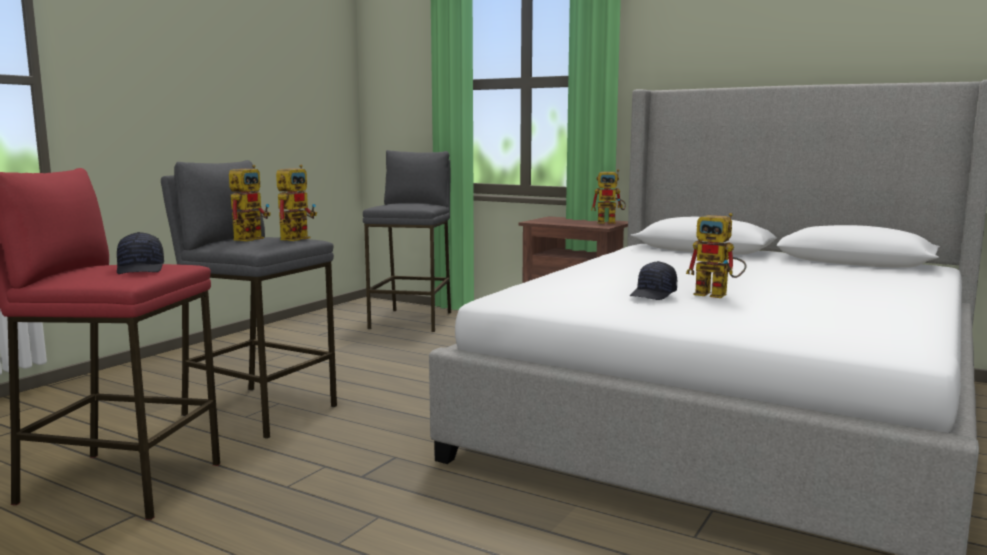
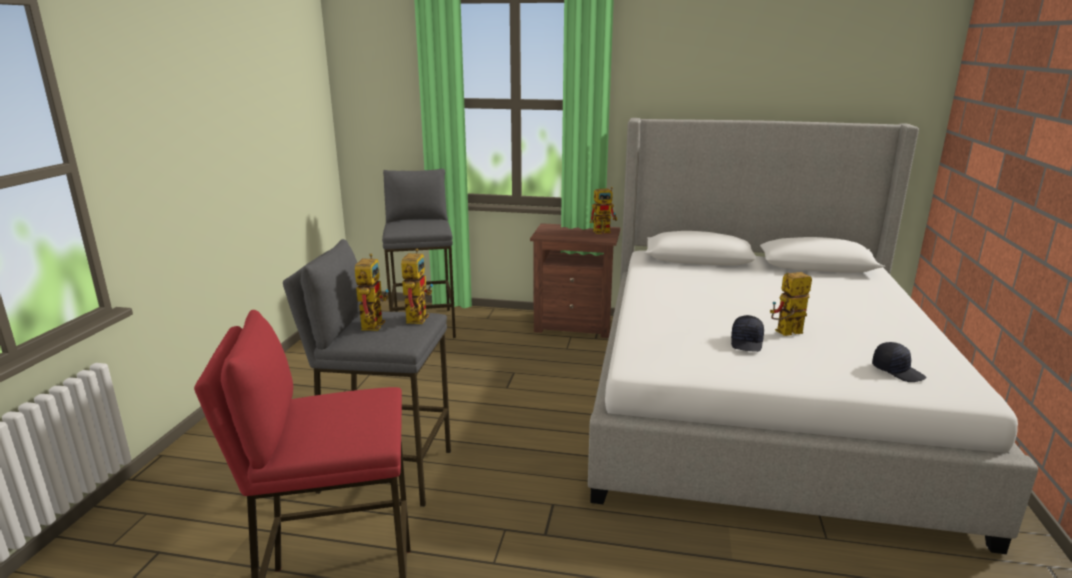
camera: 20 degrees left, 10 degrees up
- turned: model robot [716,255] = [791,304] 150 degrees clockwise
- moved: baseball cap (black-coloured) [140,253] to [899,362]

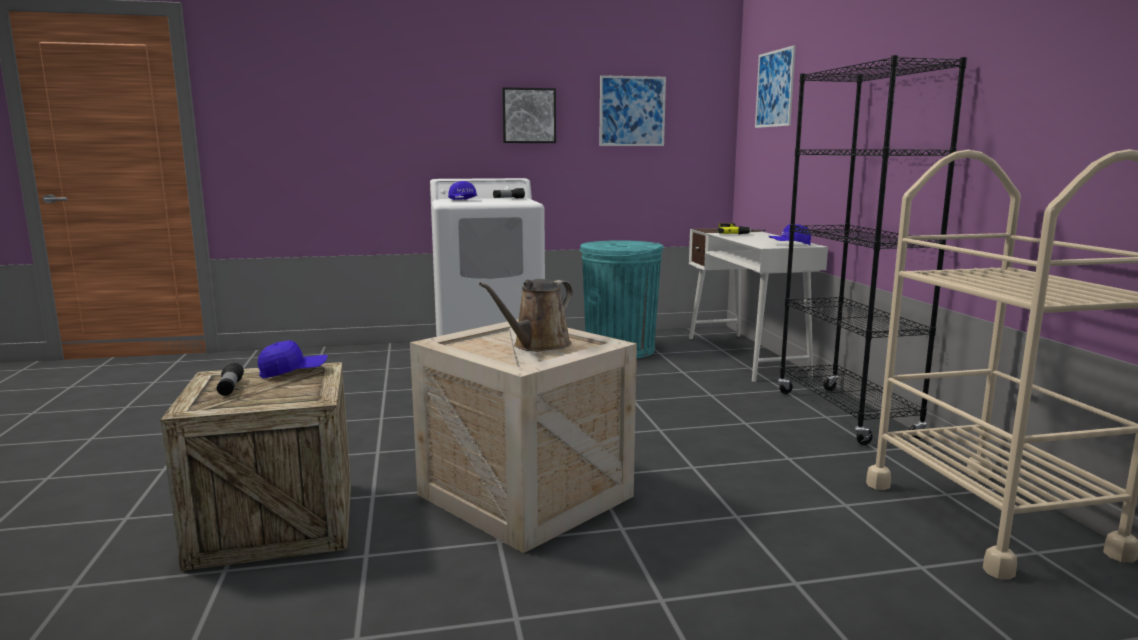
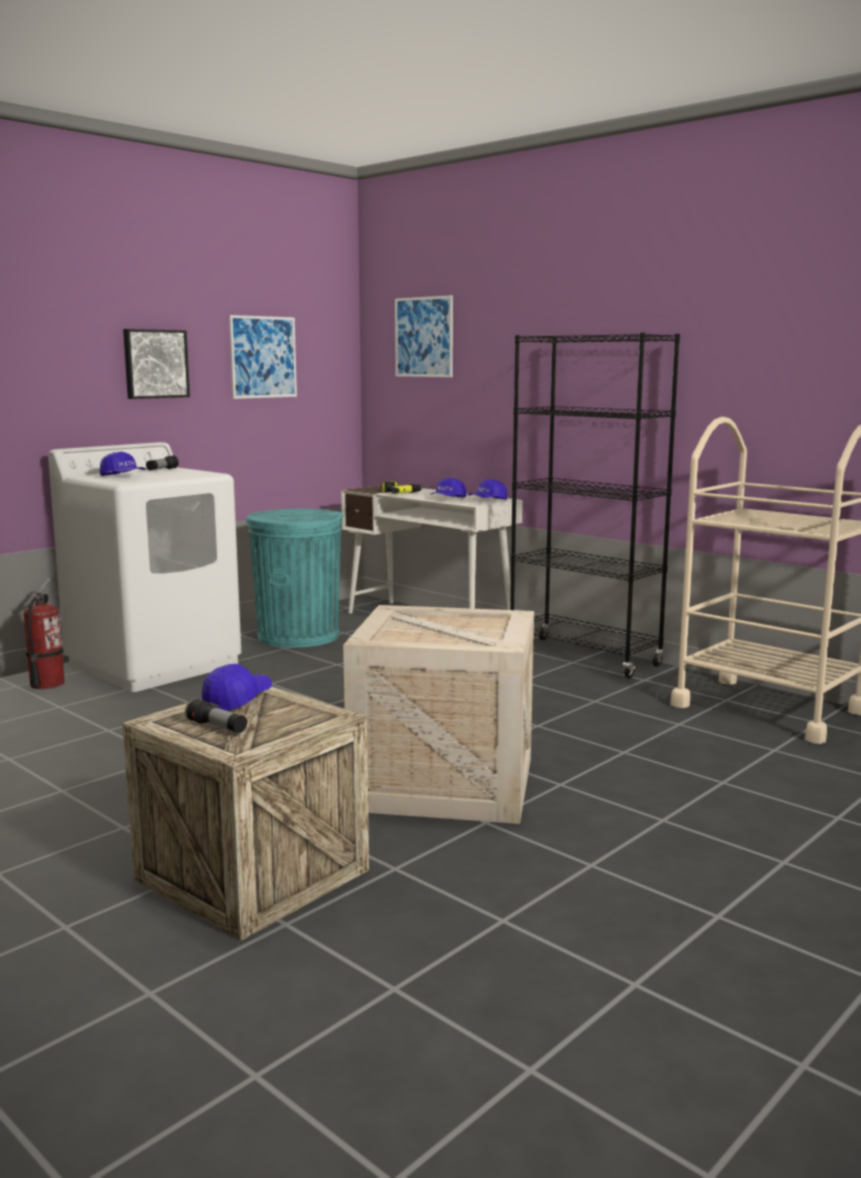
camera: 35 degrees left, 0 degrees up
- removed: watering pot (brown-coloured) [526,315]
- added: baseball cap (blue) [448,488]
- added: fire-fighting cylinder [44,633]

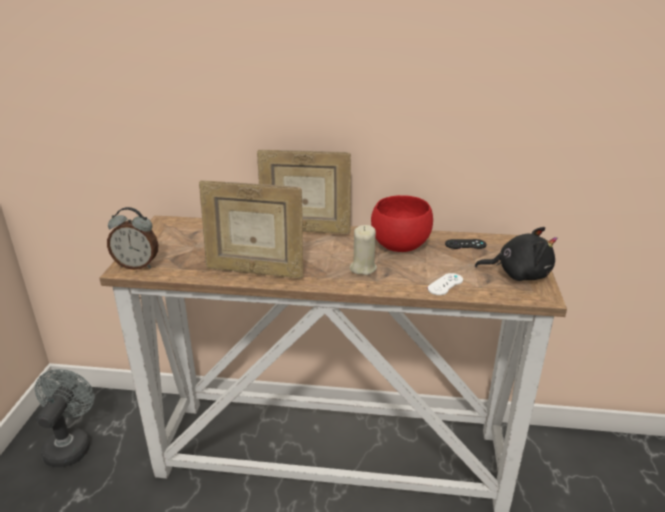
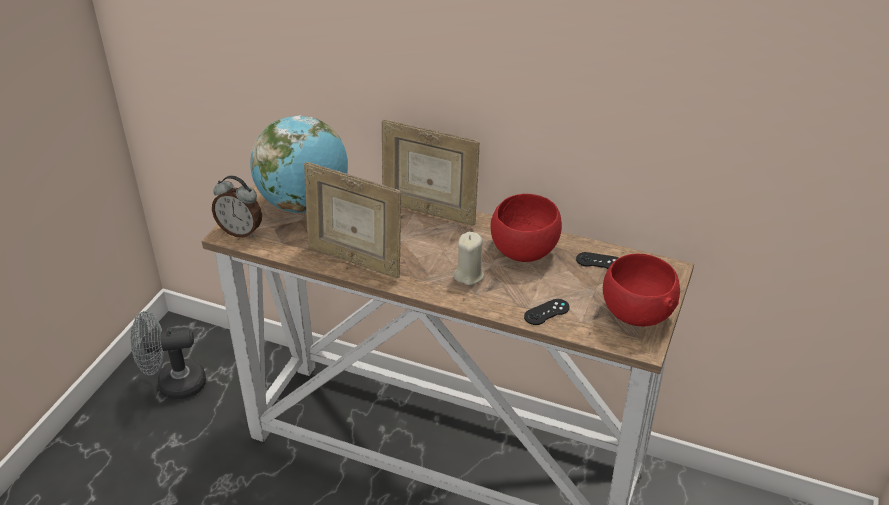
camera: 15 degrees right, 10 degrees up
- replaced: soft toy (black-coloured) [516,254] to deep dish (red-coloured) [641,290]
- recoloured: game controller (white-coloured) [445,284] to game controller (black-coloured) [547,312]
- turned: fan (gray) [65,418] = [168,355] 120 degrees counterclockwise
- added: world globe [299,164]

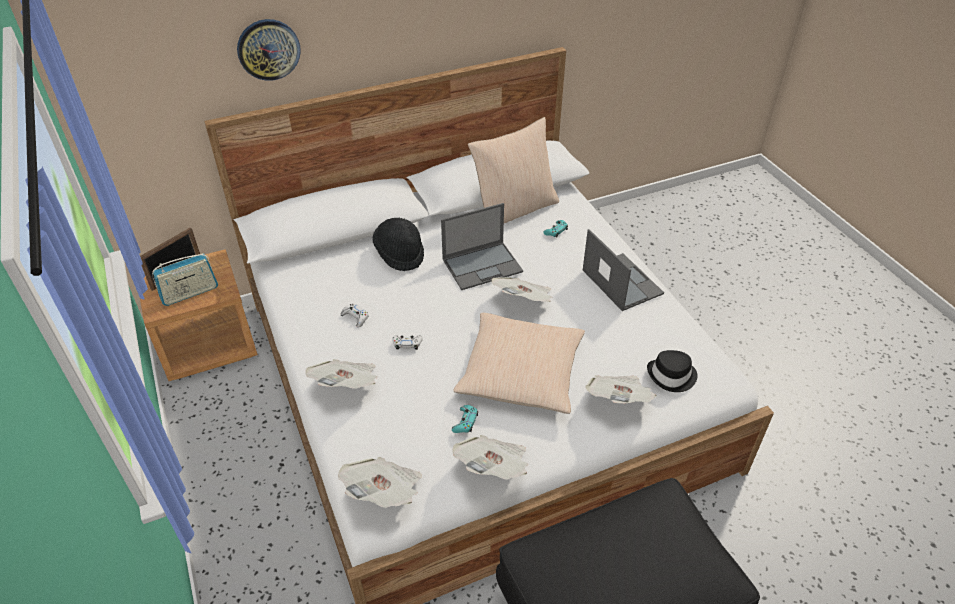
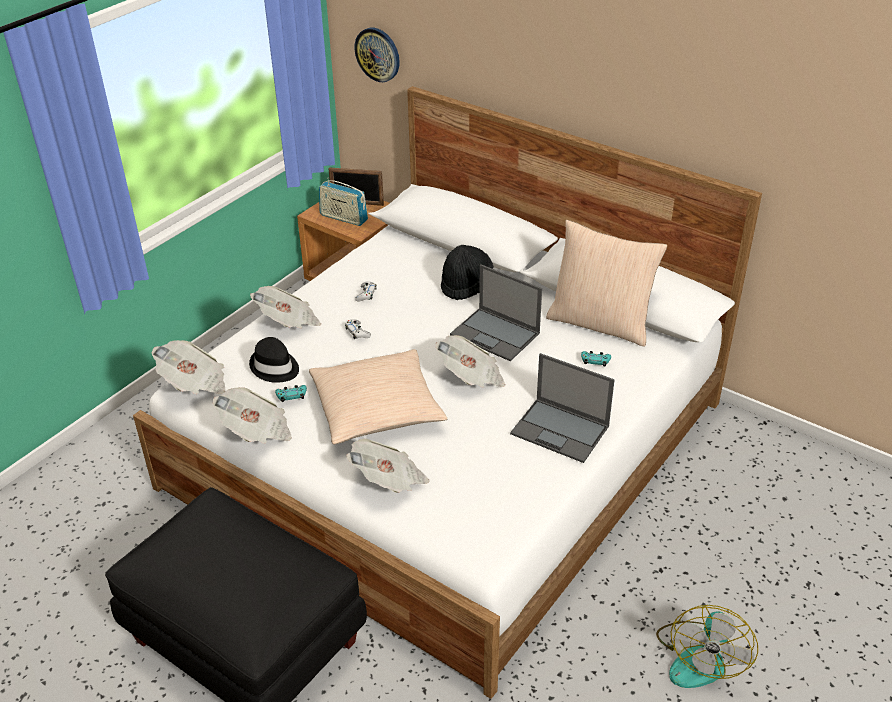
camera: 60 degrees right, 5 degrees down
- moved: wall clock [269,50] to [377,55]
- turned: portable computer [623,270] = [562,408] 90 degrees clockwise
- moved: hat (black-coloured) [672,371] to [274,360]
- added: fan [707,646]

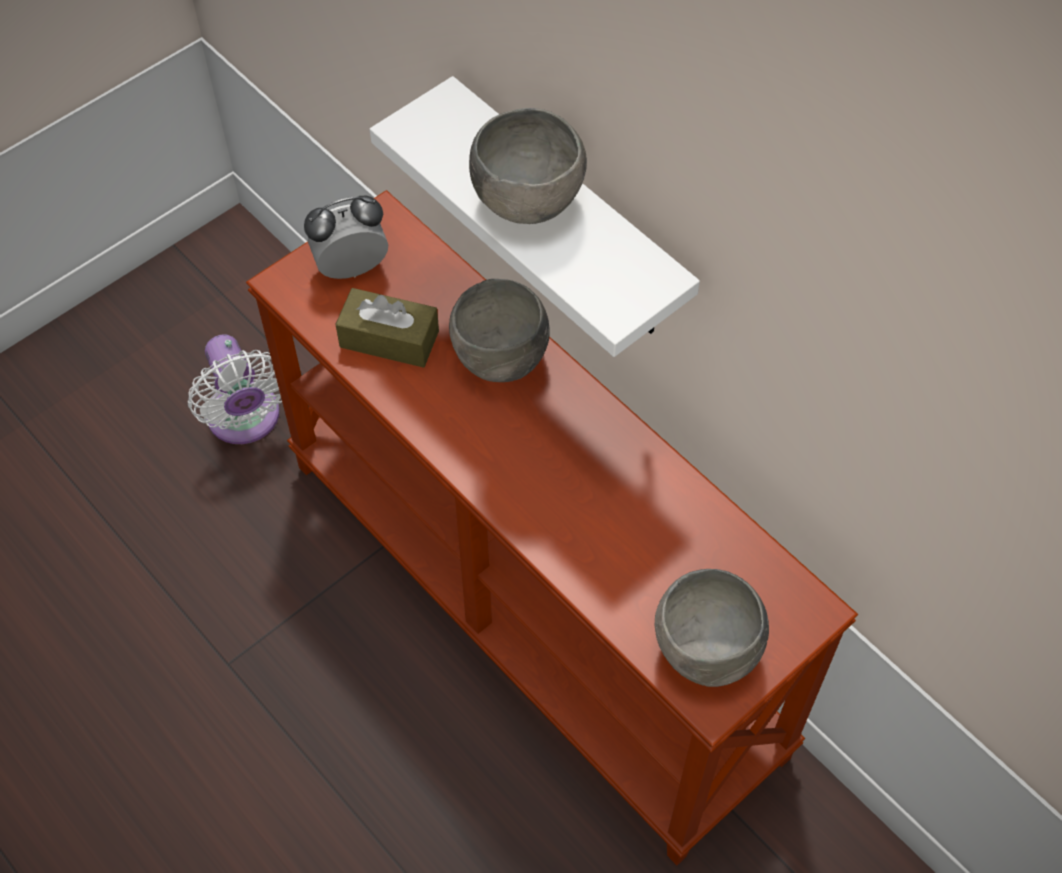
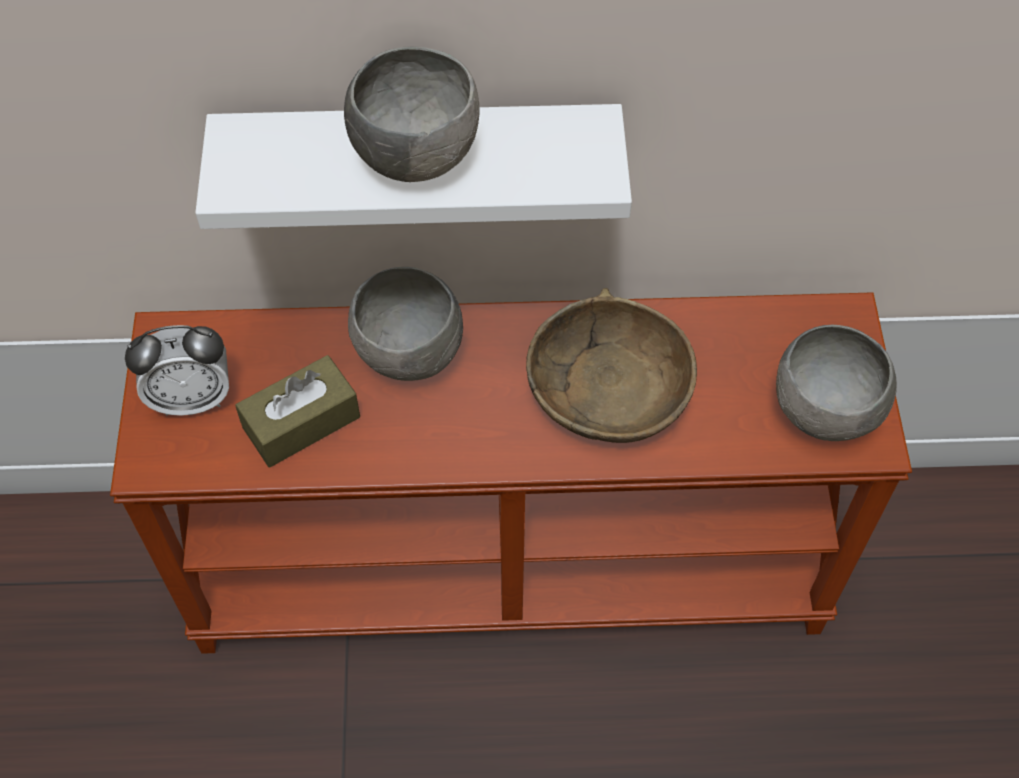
camera: 50 degrees left, 0 degrees up
- turned: bedside clock [346,237] = [177,370] 120 degrees counterclockwise
- removed: fan (white-coloured) [235,389]
- added: deep dish (brown-coloured) [611,365]

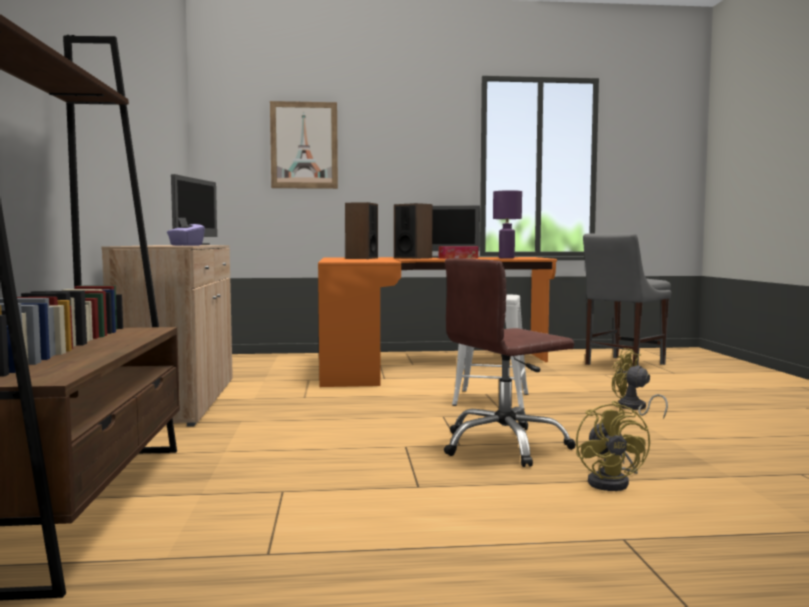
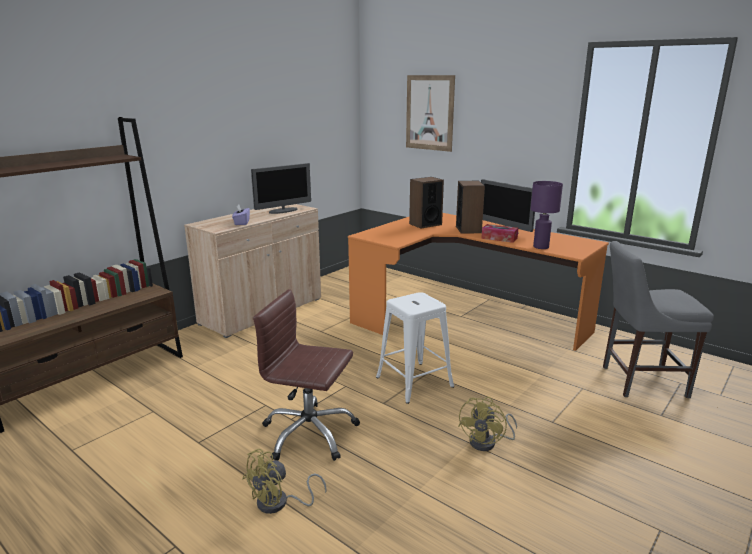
camera: 45 degrees right, 15 degrees up
- turned: fan (yellow-coloured) [640,383] = [487,424] 150 degrees counterclockwise

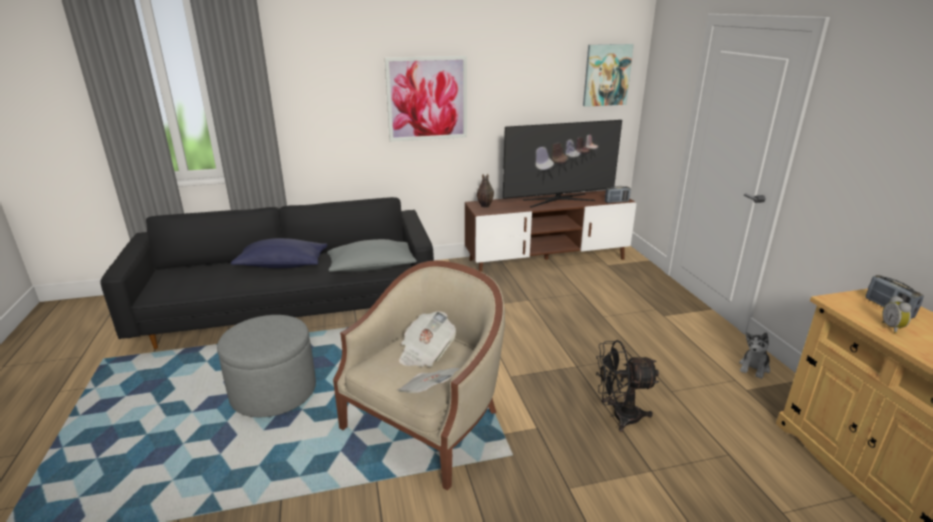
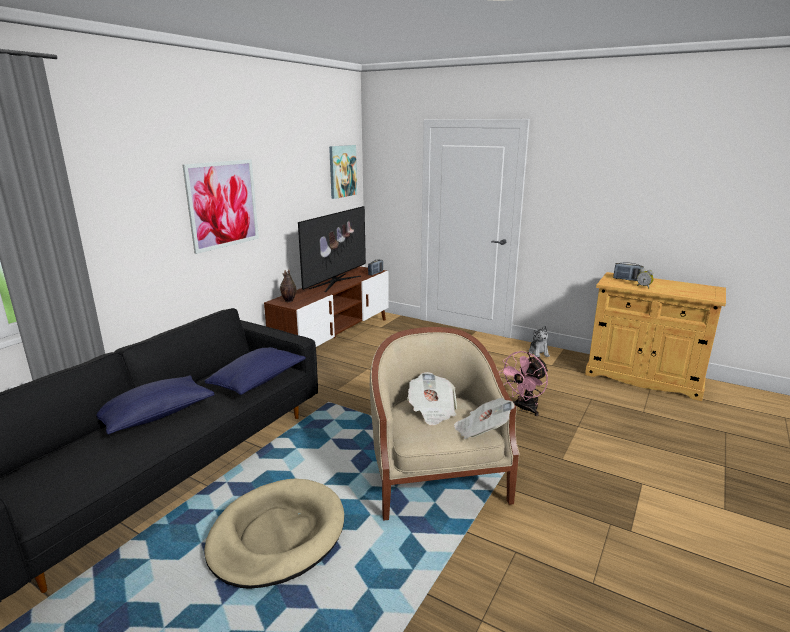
camera: 45 degrees left, 5 degrees down
- recoloured: pillow (gray) [372,255] to pillow (blue) [255,371]
- replaced: ottoman (gray) [266,366] to dog bed (beige-coloured) [274,534]
- recoloured: fan (black-coloured) [627,386] to fan (pink) [523,383]

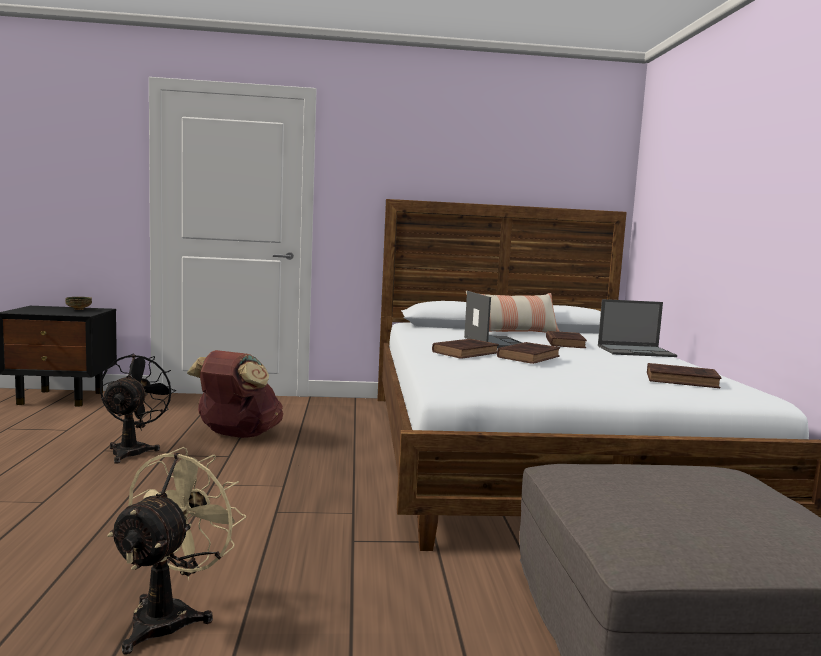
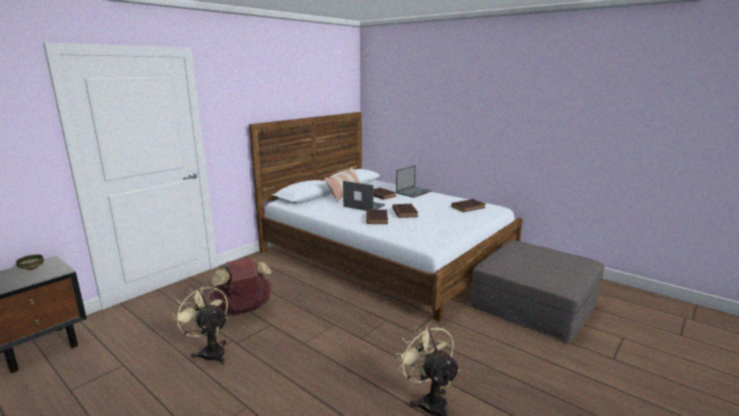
camera: 45 degrees left, 10 degrees up
- recoloured: fan (black-coloured) [138,409] to fan (beige-coloured) [200,323]

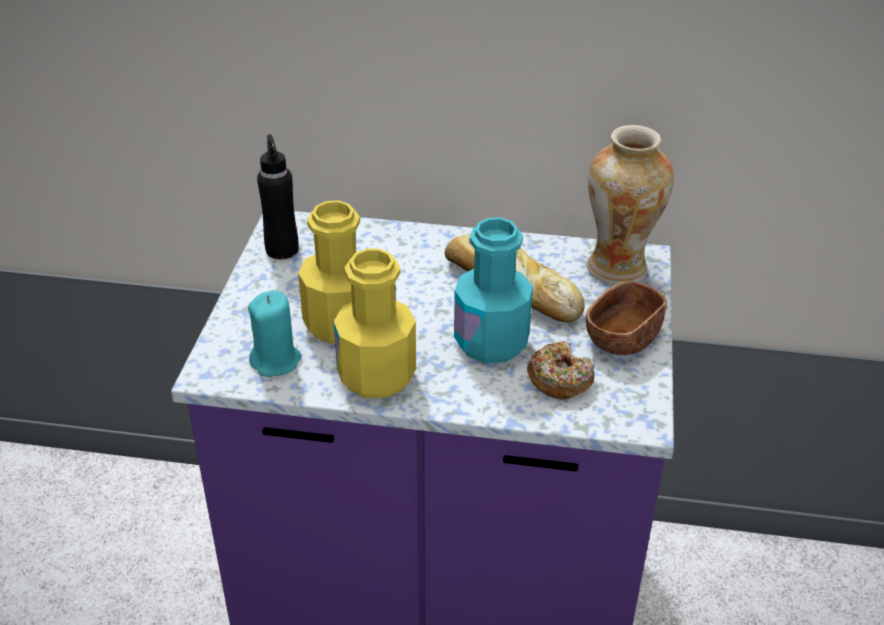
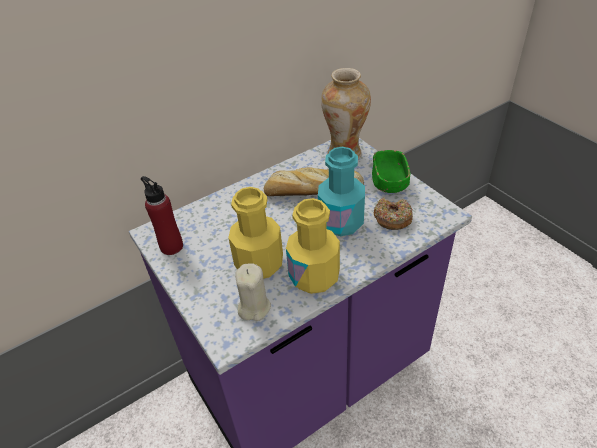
camera: 40 degrees left, 5 degrees up
- recoloured: bottle (black-coloured) [278,197] to bottle (red-coloured) [162,215]
- recoloured: deep dish (brown-coloured) [626,318] to deep dish (greenish) [391,171]
- recoloured: wax light (turquoise) [275,333] to wax light (beige-coloured) [253,292]

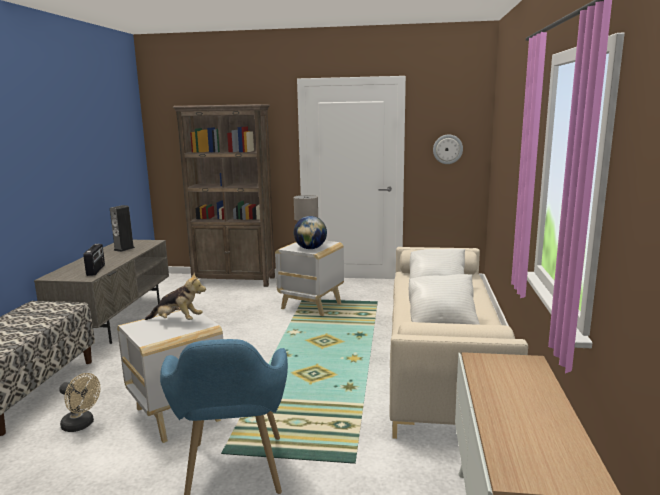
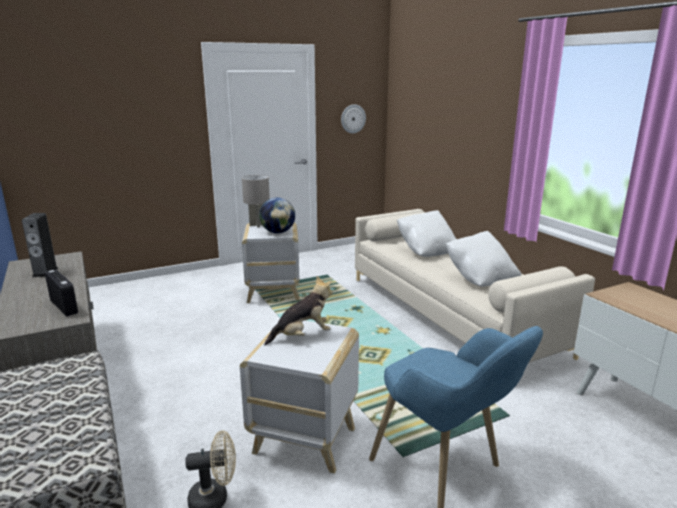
camera: 35 degrees left, 5 degrees up
- removed: bookshelf (brown-coloured) [224,195]

